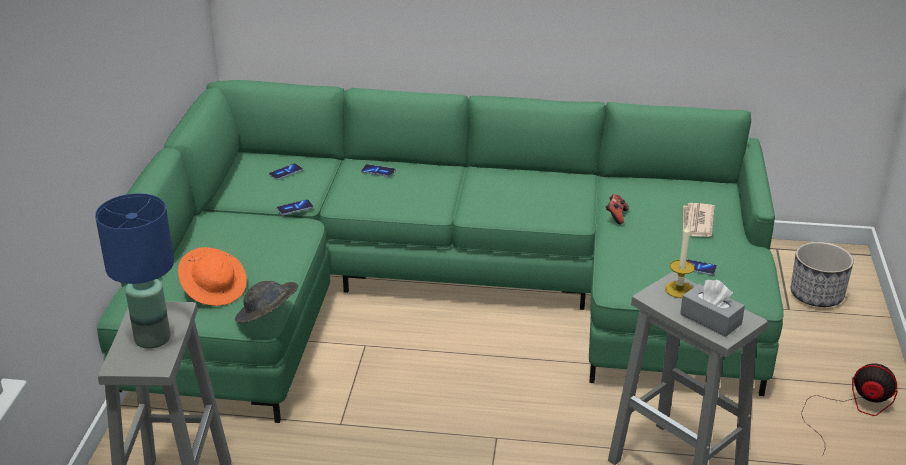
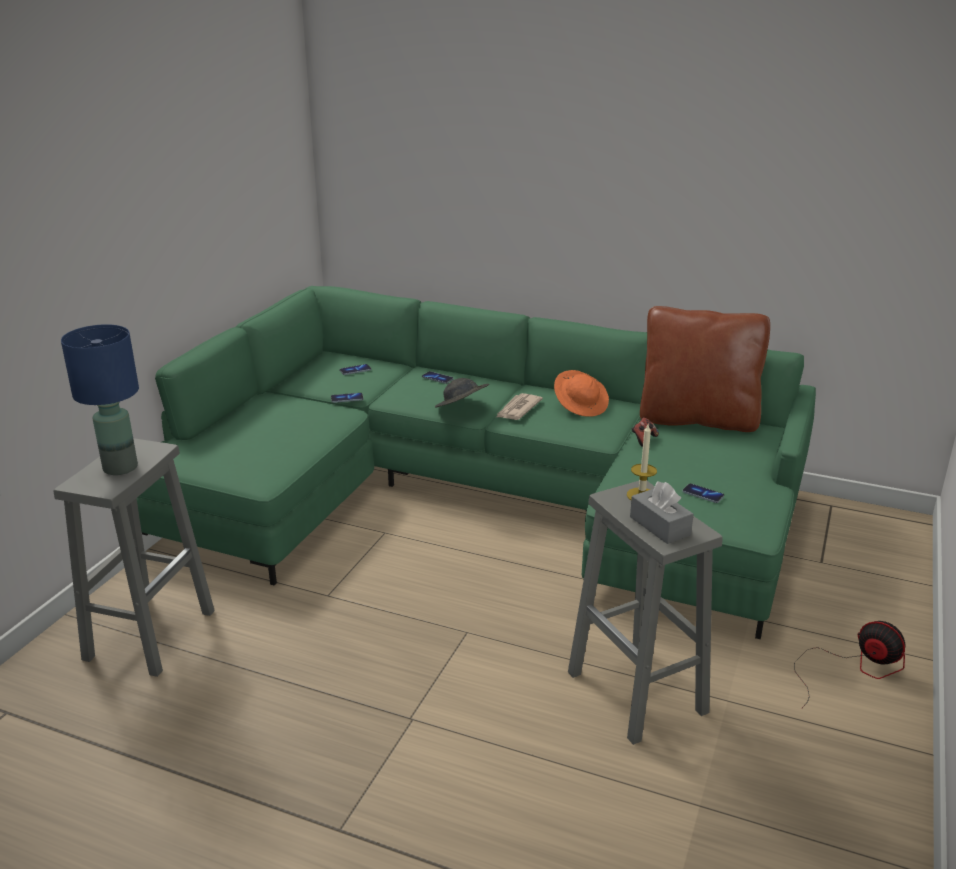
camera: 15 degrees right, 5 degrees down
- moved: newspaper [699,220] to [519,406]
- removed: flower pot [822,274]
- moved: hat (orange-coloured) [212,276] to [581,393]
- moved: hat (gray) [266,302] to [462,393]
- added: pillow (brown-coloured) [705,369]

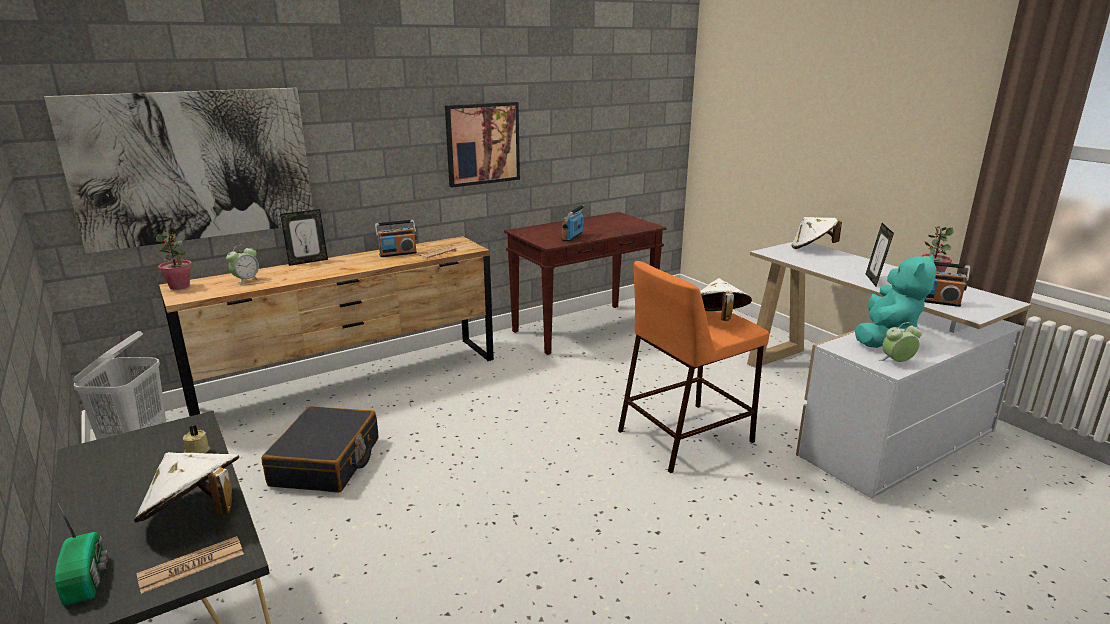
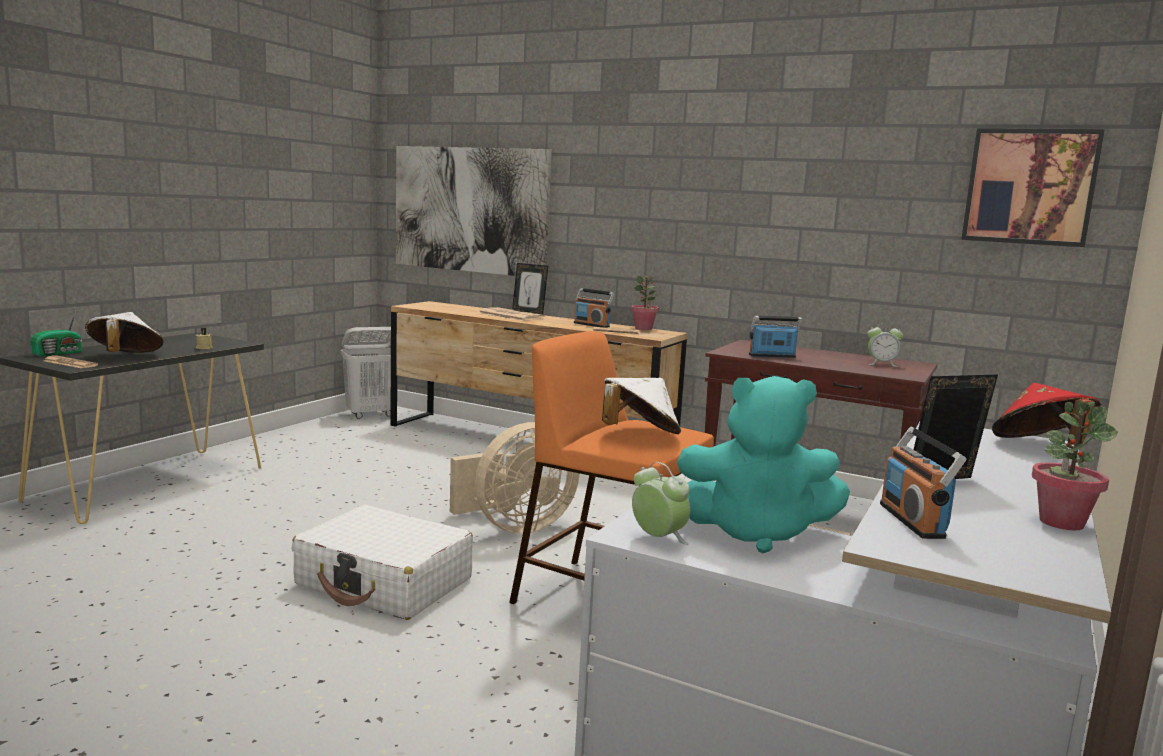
camera: 60 degrees right, 10 degrees down
- moved: wall picture [482,145] to [1033,187]
- recoloured: hat (white-coloured) [816,233] to hat (red-coloured) [1046,414]
- moved: plant in a pot [174,261] to [645,303]
- moved: bedside clock [243,265] to [885,344]
- removed: suitcase (black-coloured) [320,449]
- added: newspaper [511,314]
- added: fan (beige-coloured) [515,478]
- added: suitcase (white-coloured) [382,562]

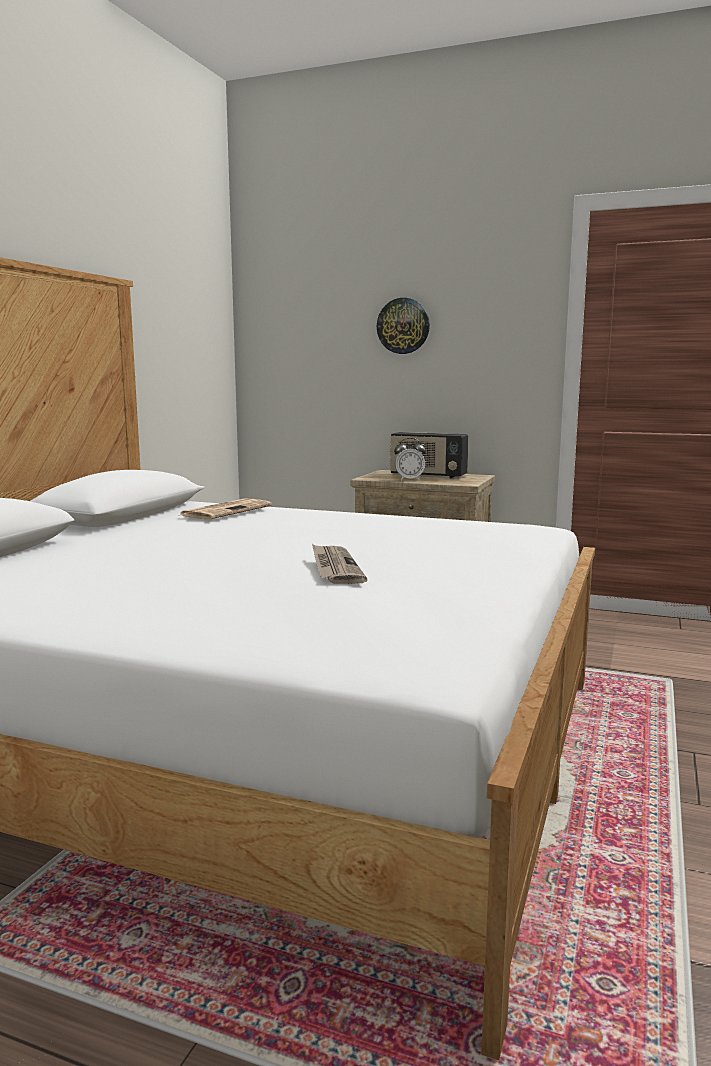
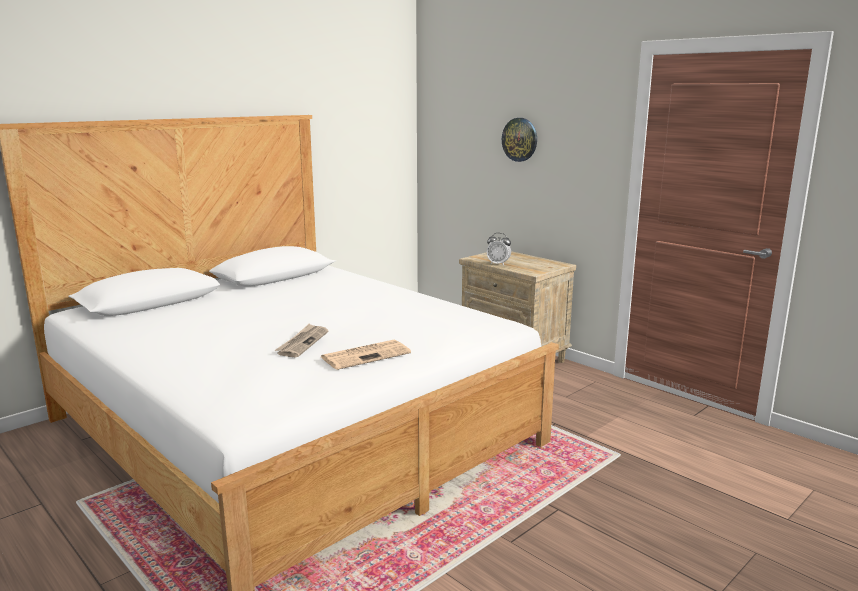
camera: 25 degrees right, 5 degrees up
- removed: radio set [429,455]
- moved: newspaper [226,509] to [366,355]

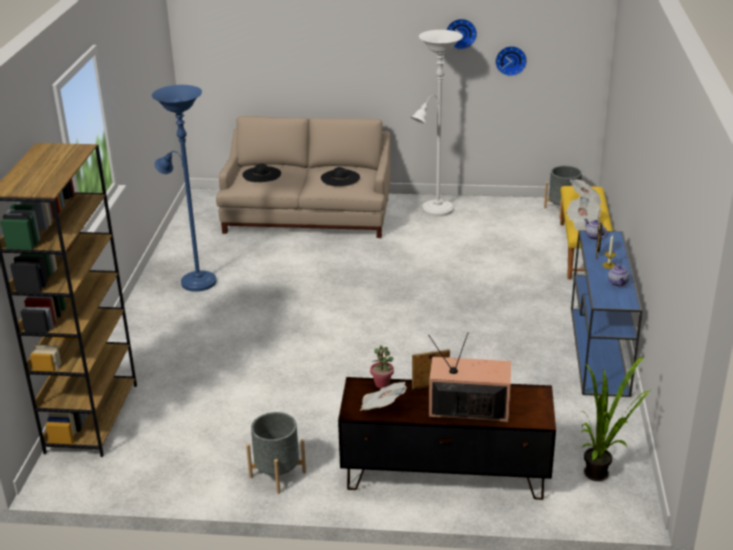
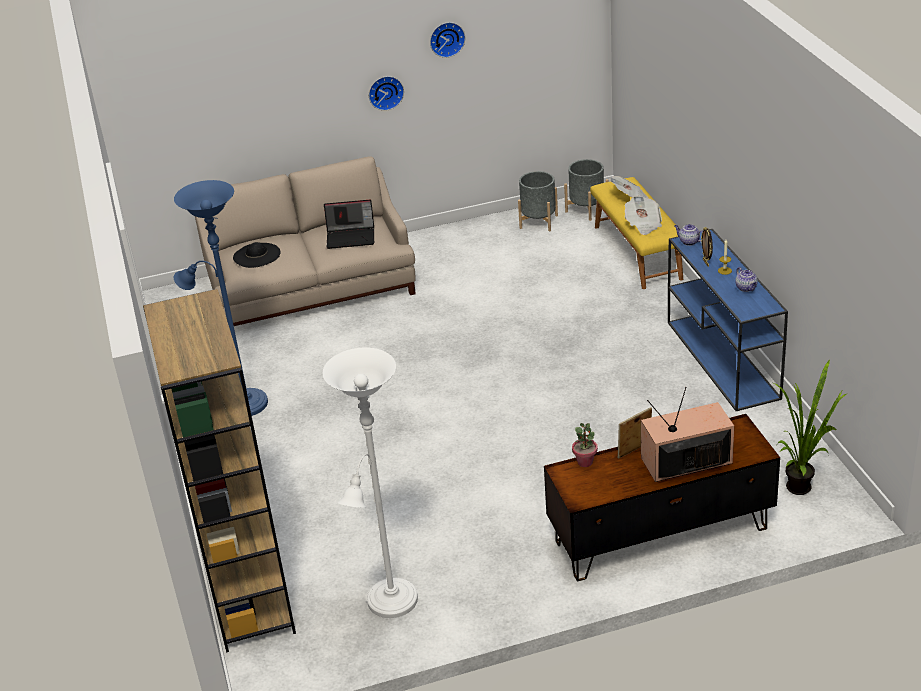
camera: 20 degrees left, 5 degrees up
- moved: floor lamp (white-coloured) [437,123] to [370,482]
- moved: wall clock [511,61] to [386,93]
- replaced: hat (black-coloured) [340,176] to portable computer [349,224]
- removed: newspaper [383,396]
- moved: flower pot (gray) [276,453] to [538,201]

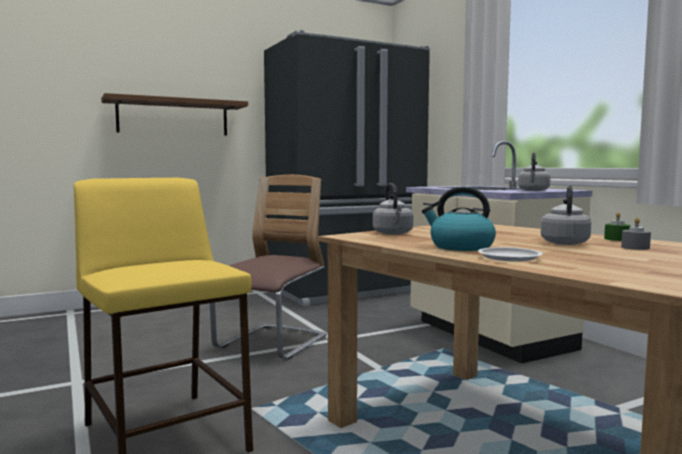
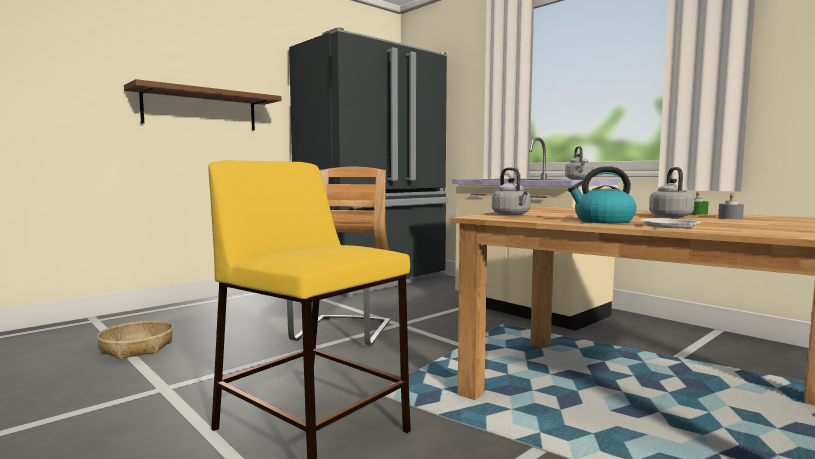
camera: 15 degrees left, 0 degrees up
- added: basket [135,339]

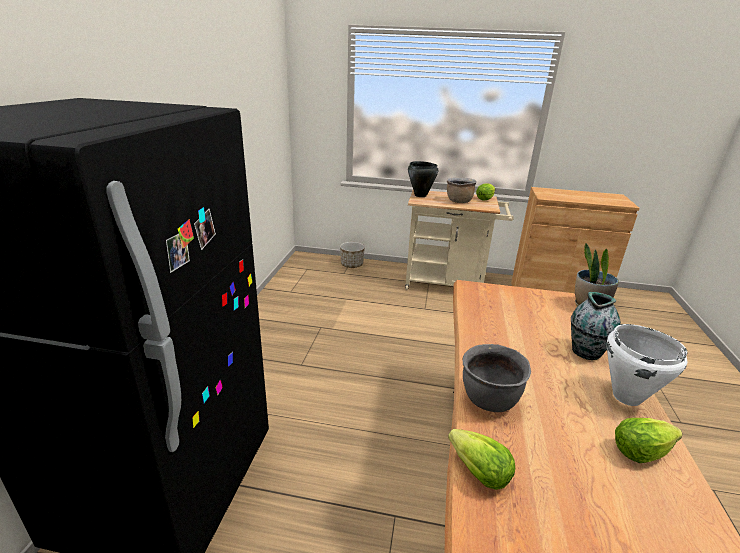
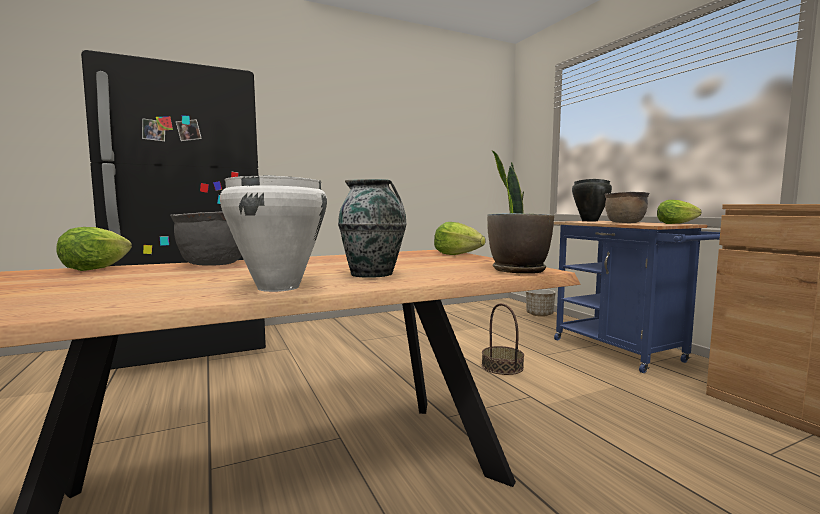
camera: 55 degrees right, 20 degrees down
- recoloured: trolley (beige-coloured) [459,240] to trolley (blue) [637,297]
- moved: lettuce head [649,440] to [459,238]
- added: basket [503,339]

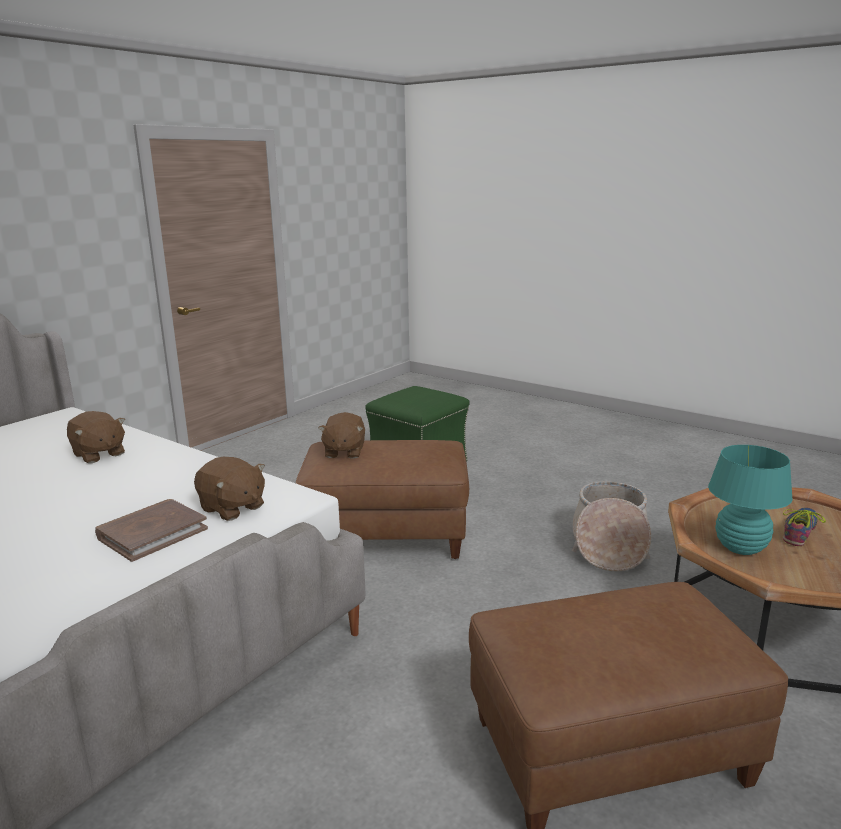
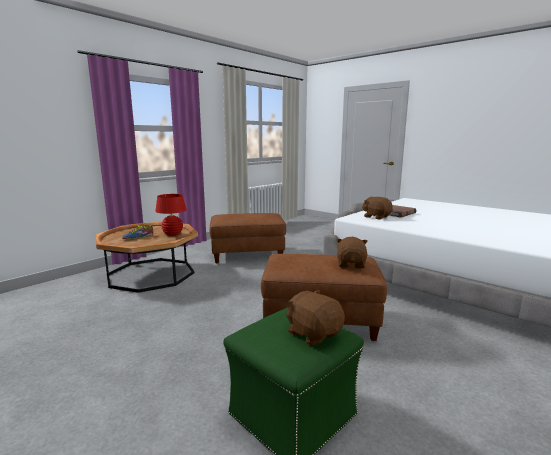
camera: 175 degrees left, 5 degrees down
- moved: soft toy (brown-coloured) [96,437] to [315,318]
- recoloured: lamp for a table (turquoise) [750,500] to lamp for a table (red-coloured) [171,215]
- removed: basket [611,526]

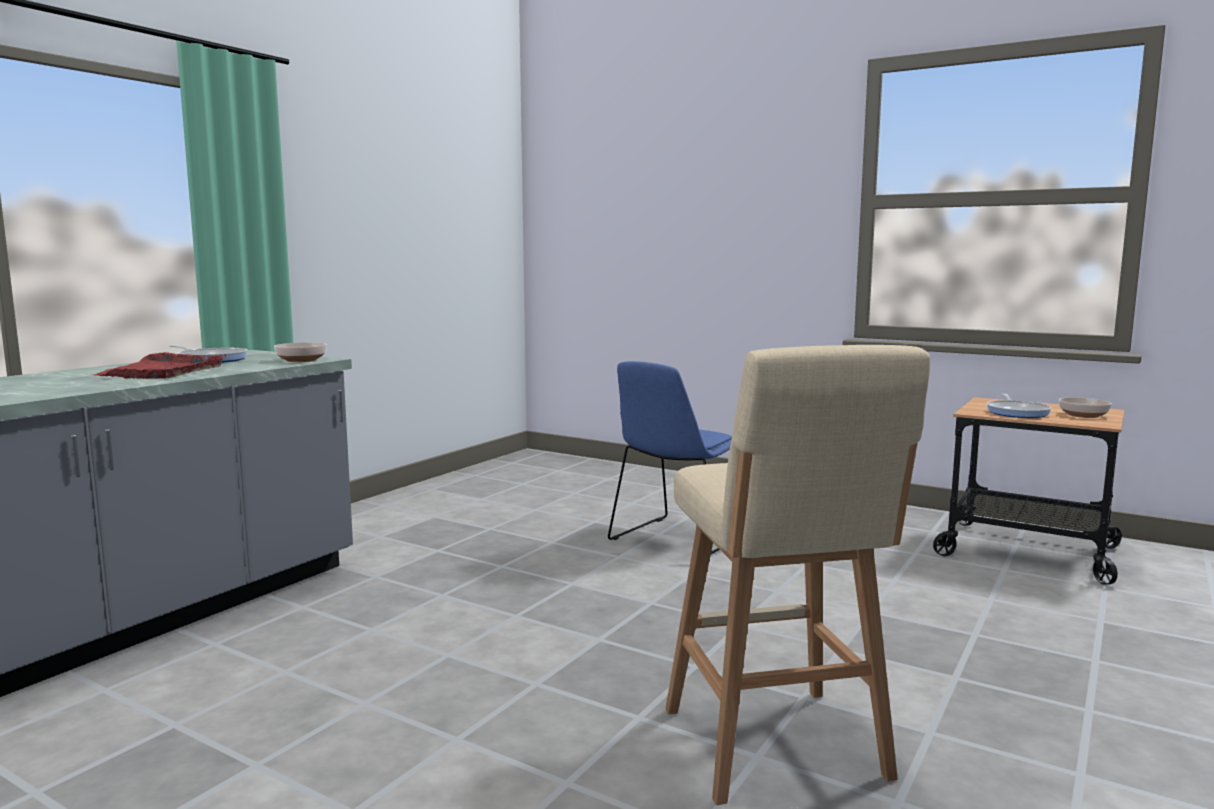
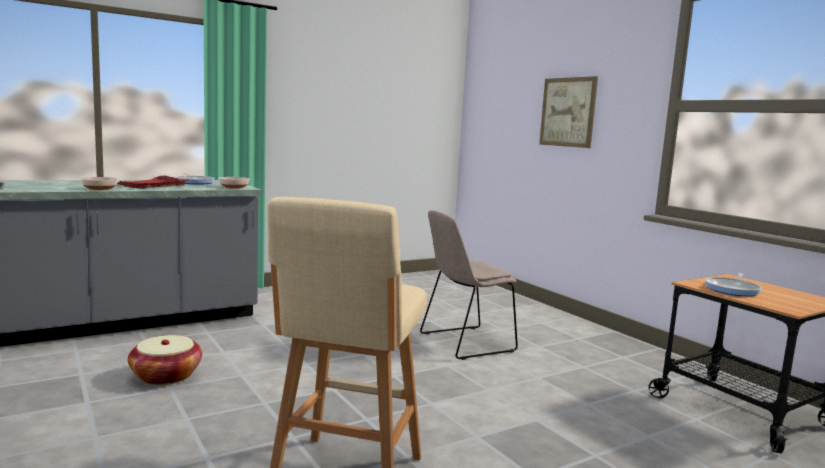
camera: 25 degrees right, 0 degrees up
- recoloured: chair (blue) [670,457] to chair (beige-coloured) [469,285]
- moved: deep dish [1085,407] to [99,183]
- added: wall picture [568,112]
- added: basket [165,360]

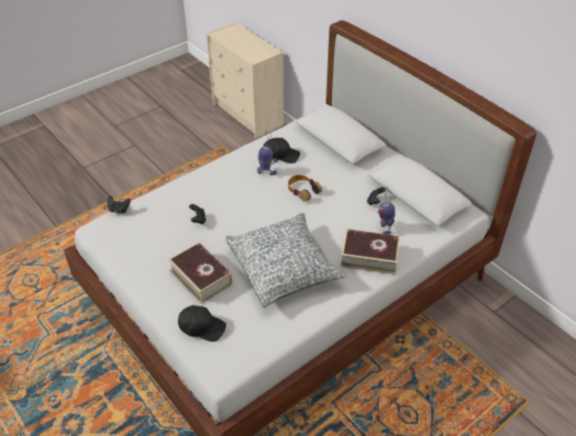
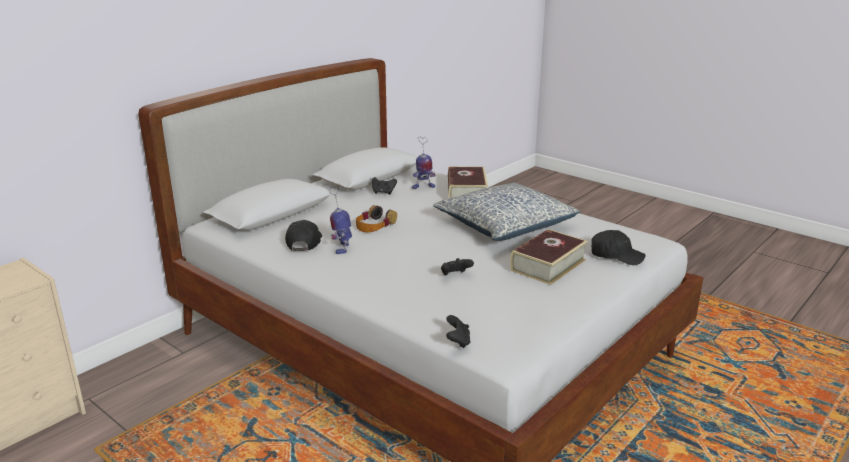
camera: 100 degrees left, 20 degrees down
- turned: baseball cap (black-coloured) [202,323] = [618,247] 105 degrees clockwise

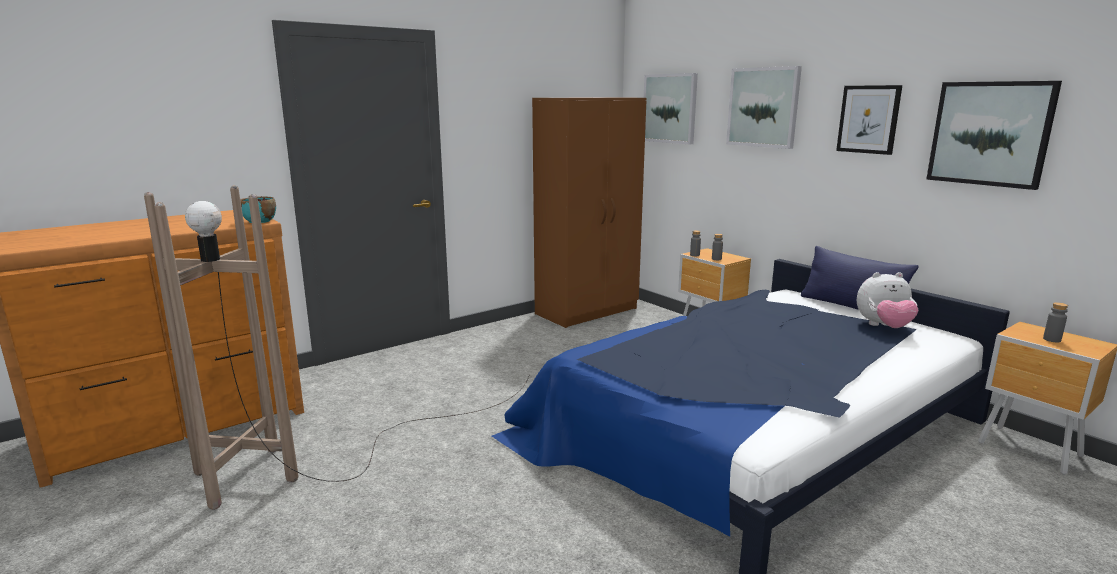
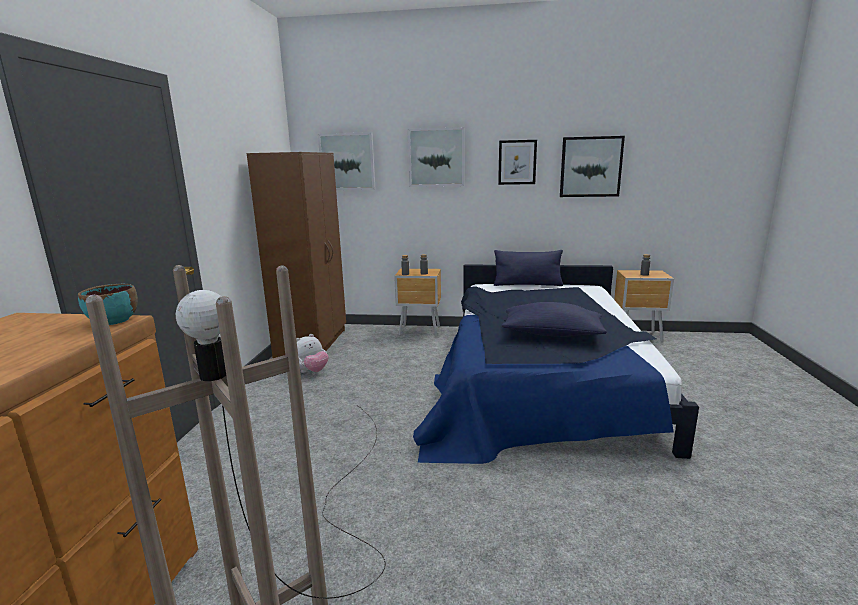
camera: 45 degrees left, 0 degrees up
- moved: soft toy [887,300] to [312,353]
- added: pillow (blue) [554,319]

